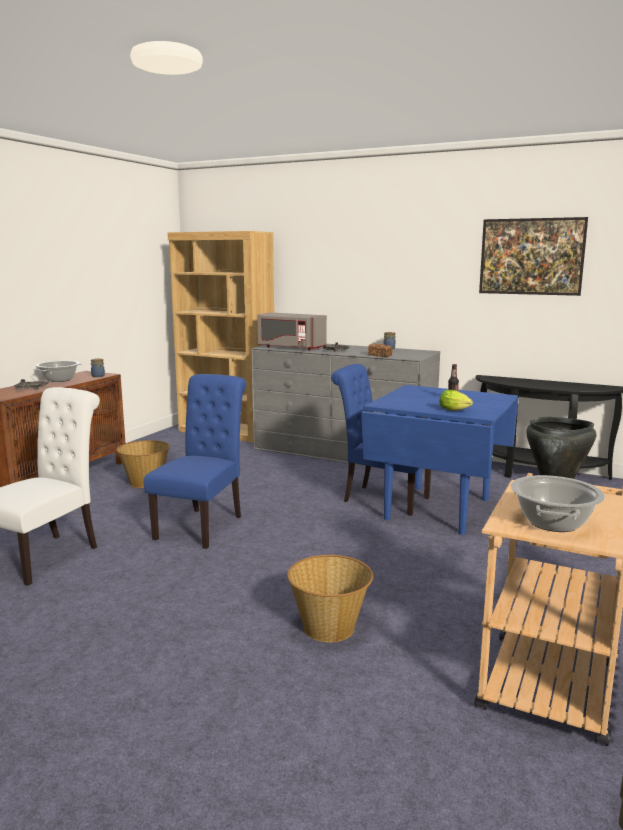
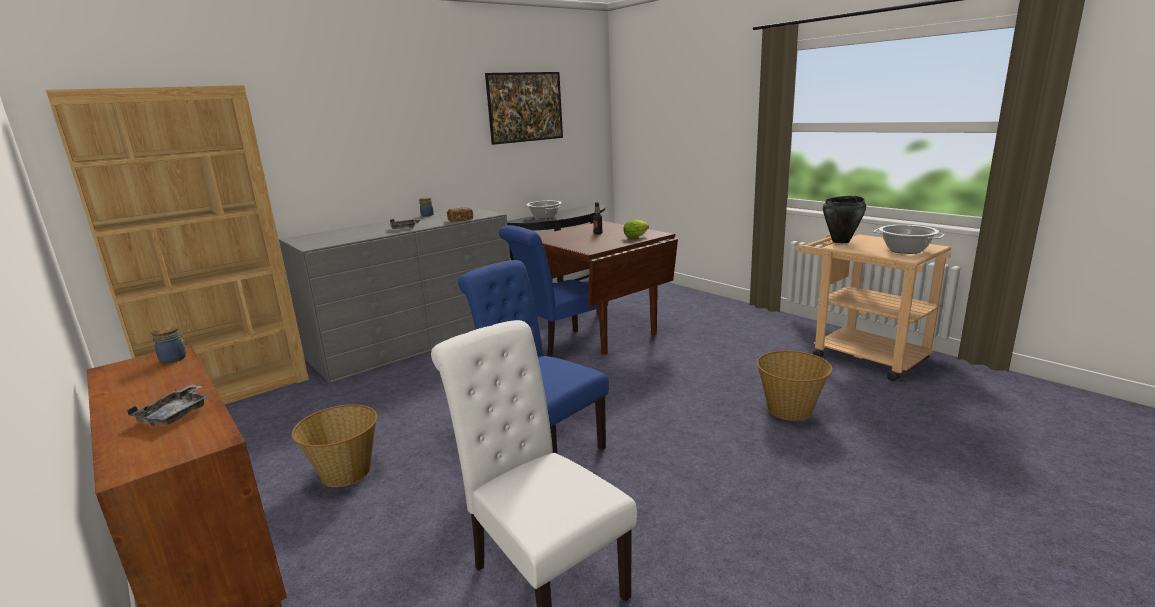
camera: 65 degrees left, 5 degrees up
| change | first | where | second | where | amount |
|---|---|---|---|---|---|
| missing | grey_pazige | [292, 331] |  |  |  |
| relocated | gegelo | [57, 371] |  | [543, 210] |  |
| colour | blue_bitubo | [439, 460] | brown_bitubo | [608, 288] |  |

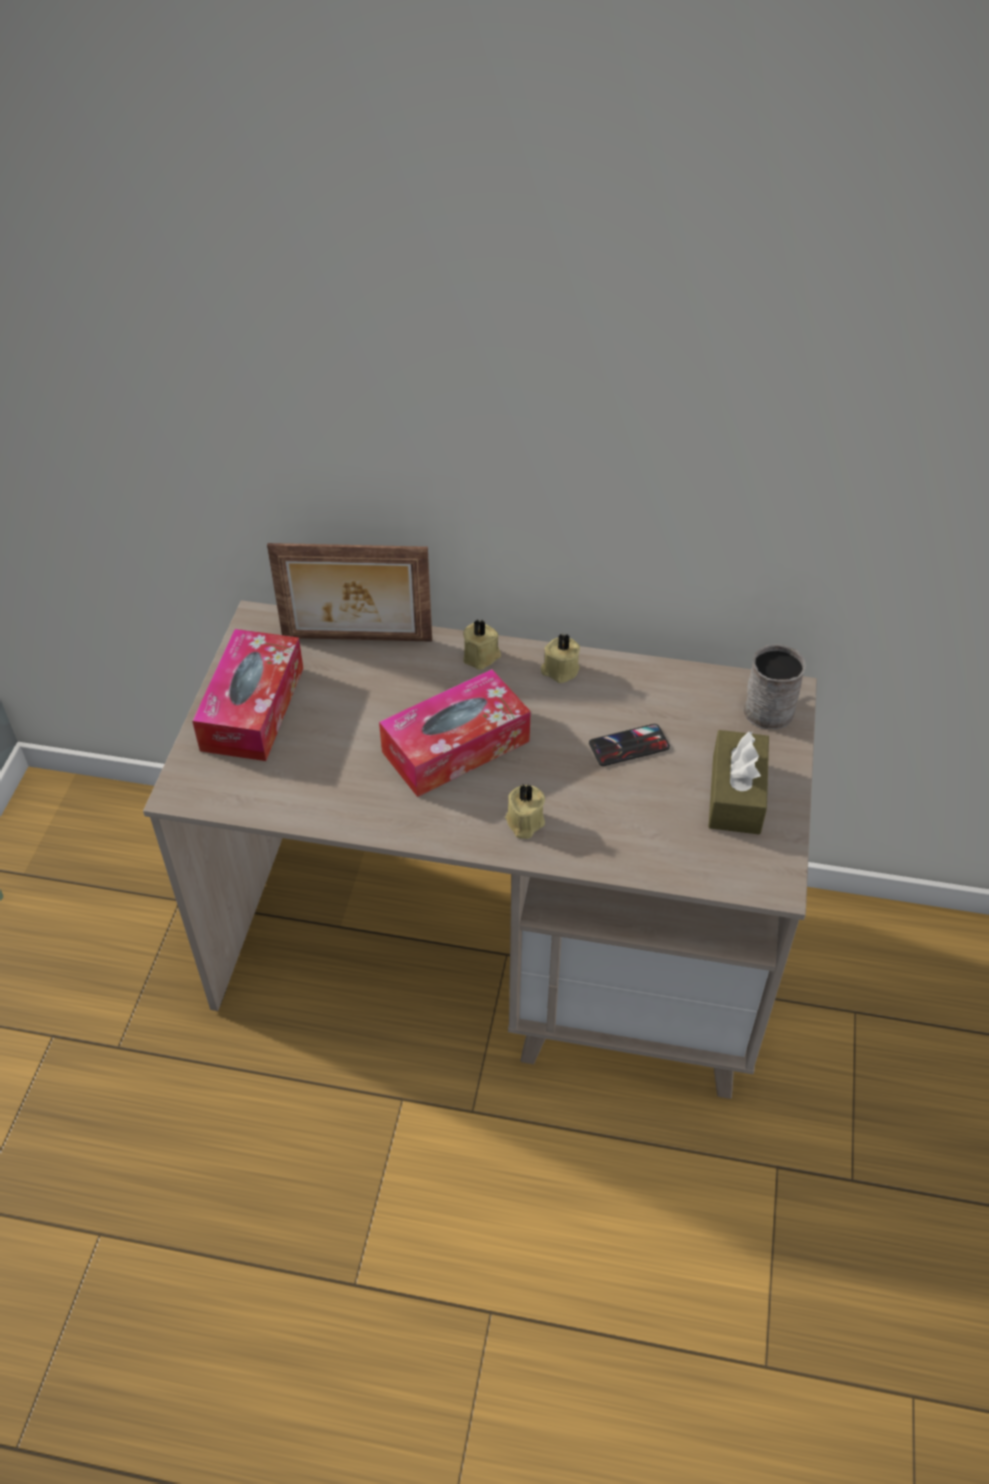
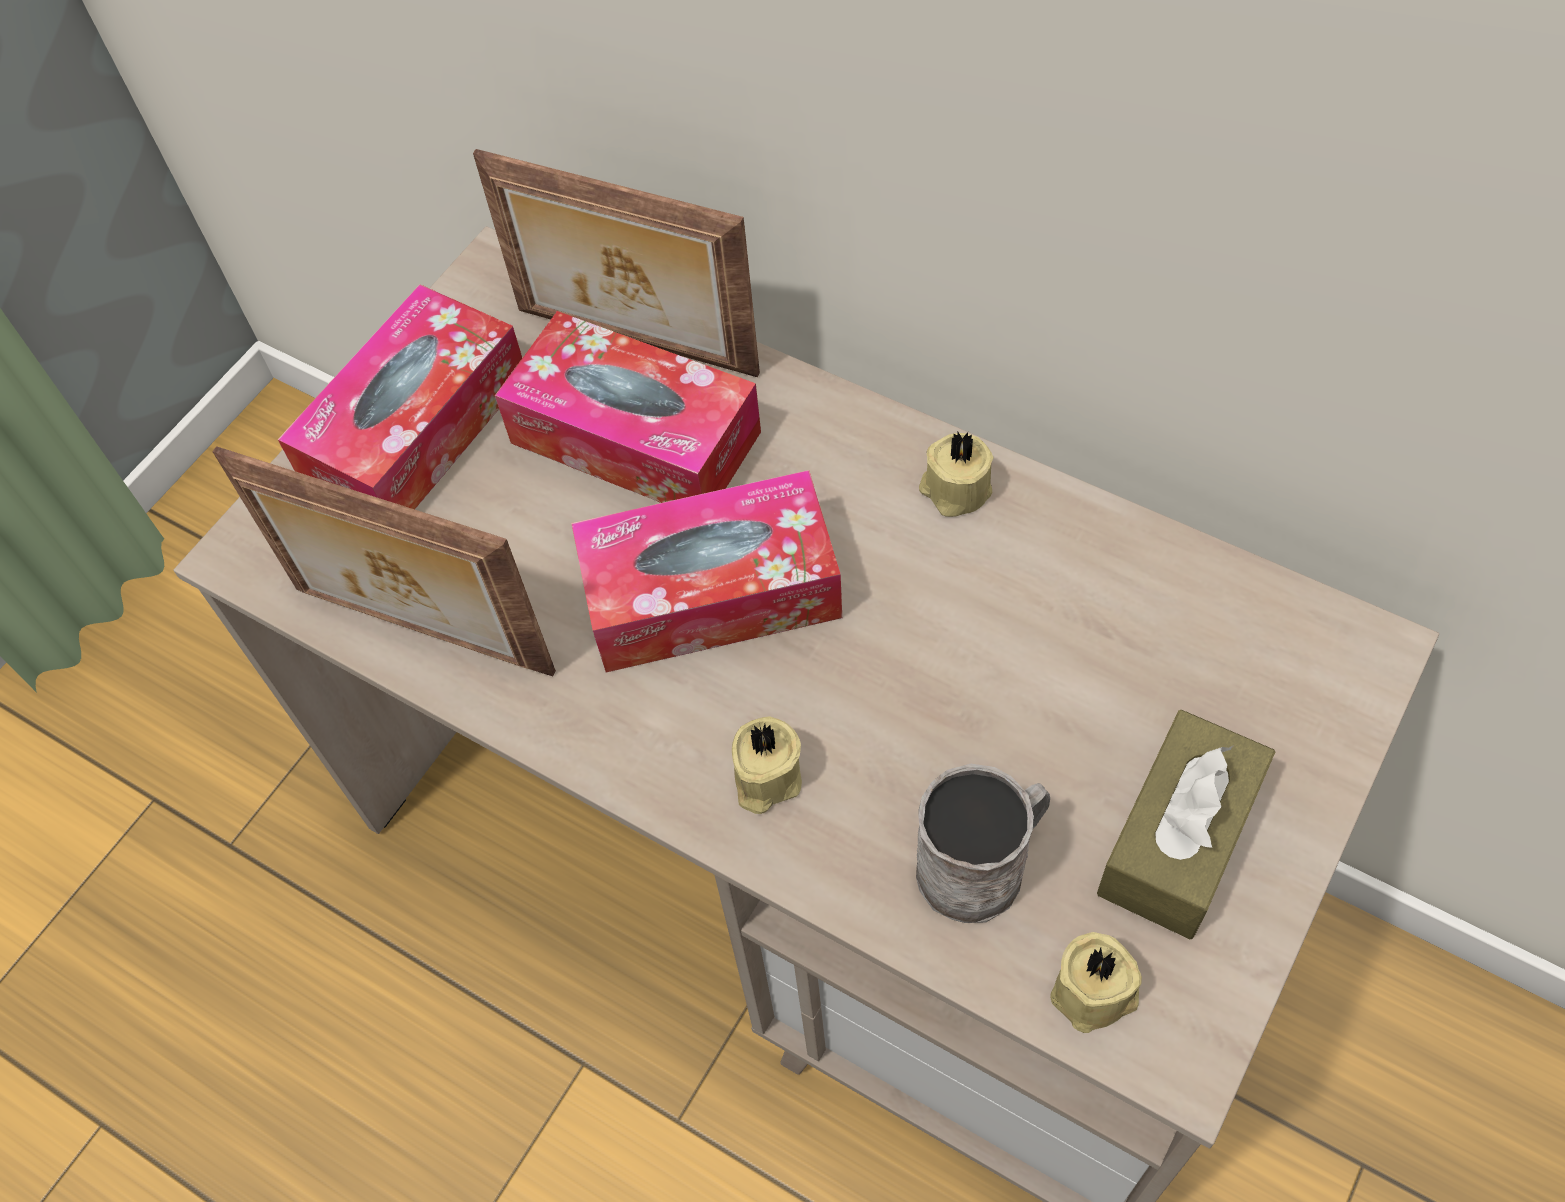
camera: 25 degrees right, 10 degrees up
| change | first | where | second | where | amount |
|---|---|---|---|---|---|
| missing | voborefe | [629, 745] |  |  |  |
| appeared |  |  | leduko | [384, 561] |  |
| appeared |  |  | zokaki | [628, 407] |  |
| relocated | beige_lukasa | [482, 644] |  | [1096, 982] |  |
| relocated | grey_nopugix | [774, 686] |  | [983, 843] |  |

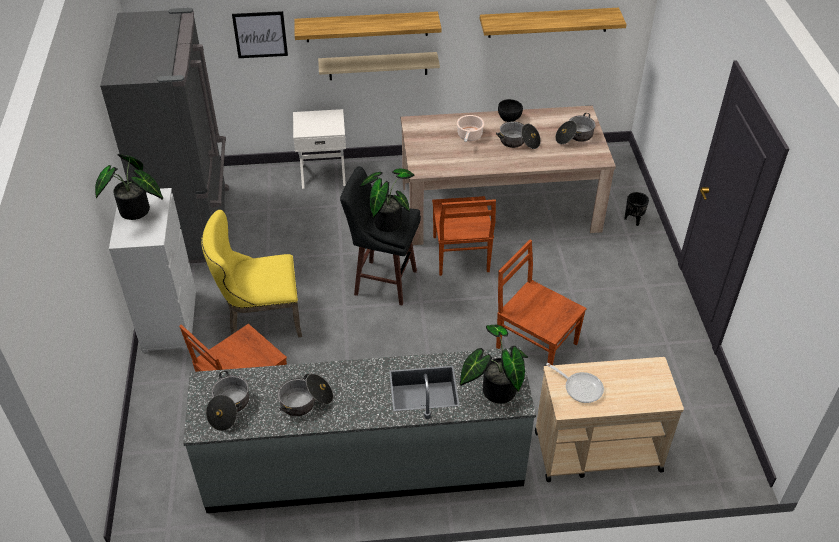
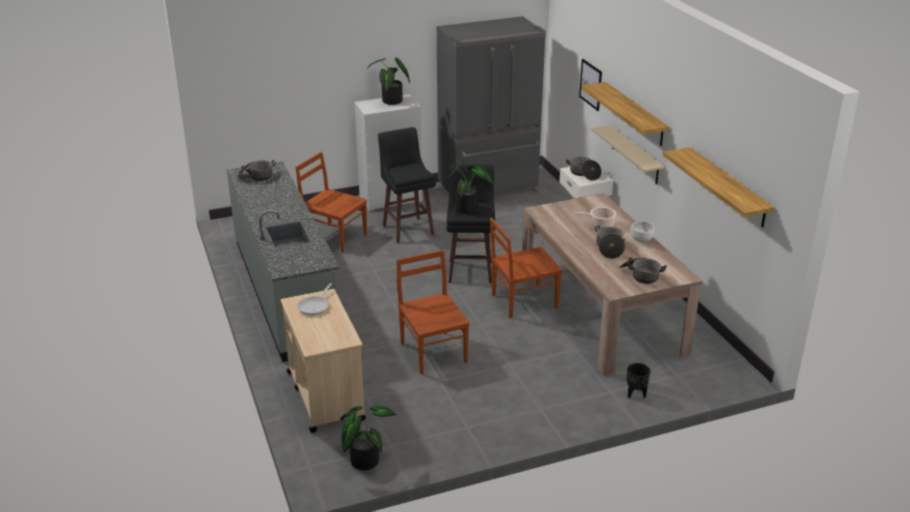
camera: 75 degrees right, 15 degrees down
| change | first | where | second | where | amount |
|---|---|---|---|---|---|
| relocated | gegelo | [305, 395] |  | [584, 169] |  |
| relocated | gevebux | [494, 364] |  | [368, 437] |  |
| exchanged | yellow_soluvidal | [251, 273] | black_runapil | [407, 185] |  |
| colour | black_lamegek | [510, 110] | white_lamegek | [642, 232] |  |
| spun | brown_soluvidal | [541, 303] |  | [433, 312] | 45 degrees counterclockwise |

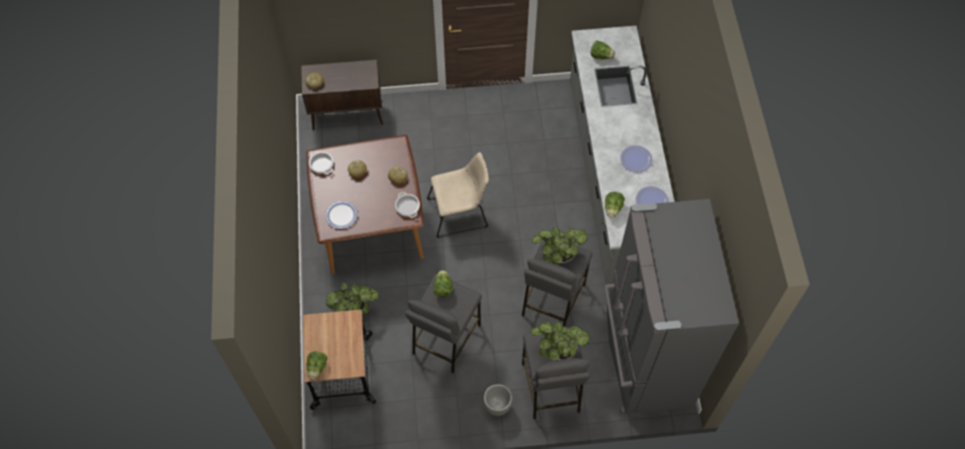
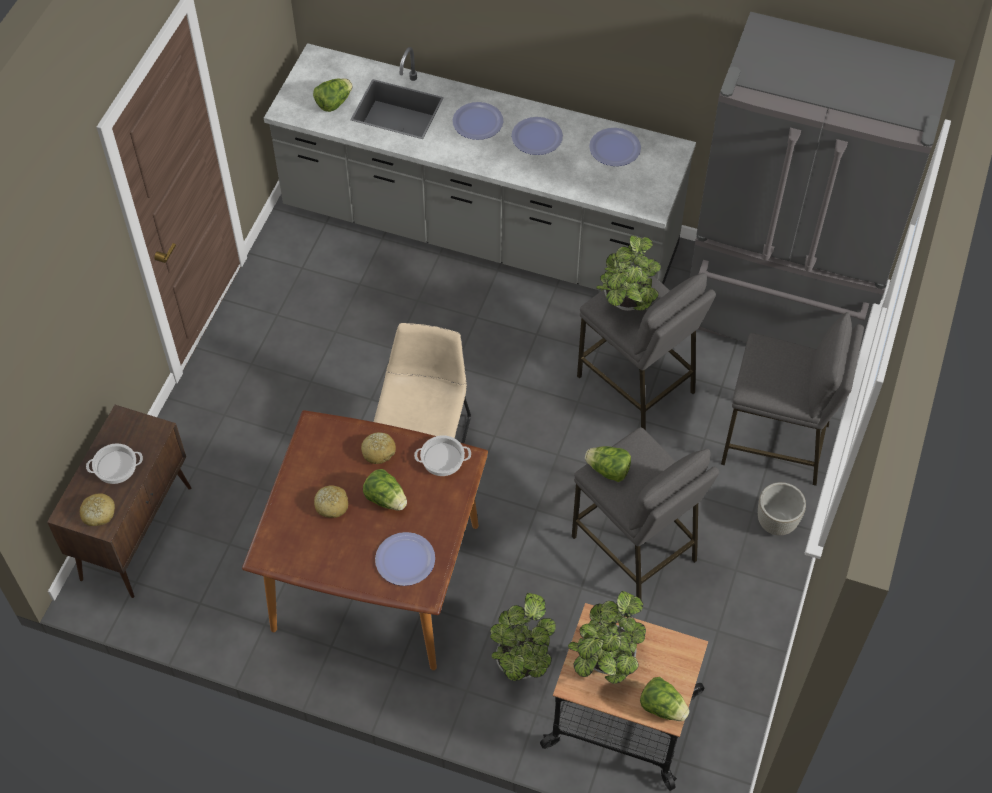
camera: 65 degrees left, 5 degrees down
| change | first | where | second | where | amount |
|---|---|---|---|---|---|
| appeared |  |  | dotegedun | [478, 121] |  |
| relocated | gegelo | [321, 162] |  | [114, 463] |  |
| relocated | gevebux | [560, 341] |  | [607, 637] |  |
| relocated | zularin | [615, 205] |  | [385, 489] |  |

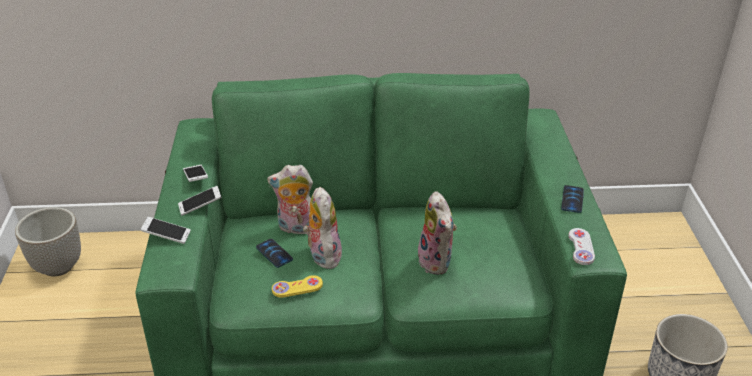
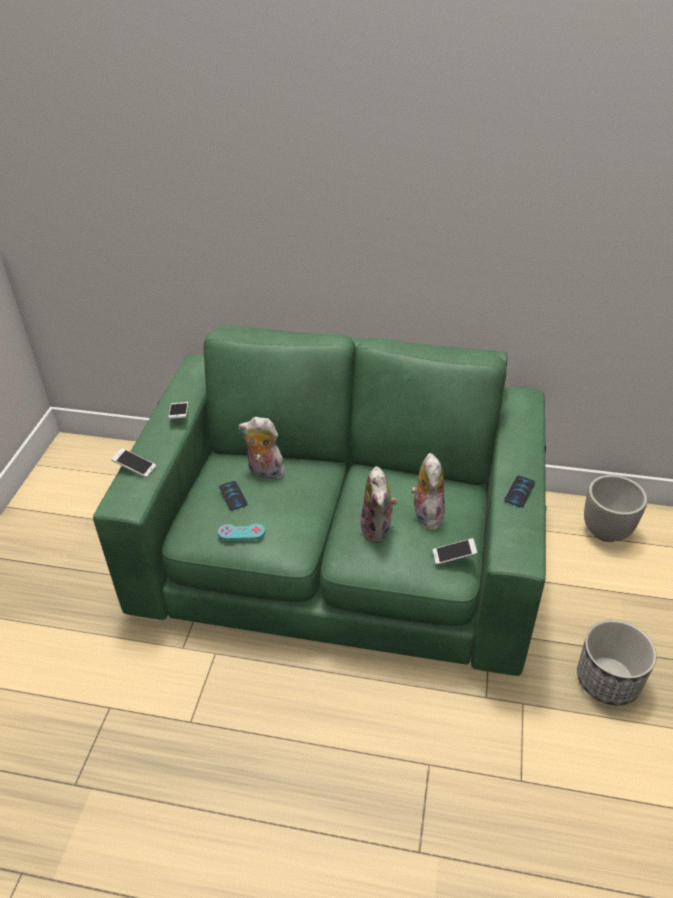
camera: 15 degrees right, 5 degrees up
| change | first | where | second | where | amount |
|---|---|---|---|---|---|
| missing | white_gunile | [581, 246] |  |  |  |
| relocated | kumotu | [48, 242] |  | [615, 508] |  |
| relocated | voborefe | [200, 201] |  | [455, 551] |  |
| relocated | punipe | [322, 228] |  | [428, 491] |  |
| colour | yellow_gunile | [297, 286] | turquoise_gunile | [241, 532] |  |

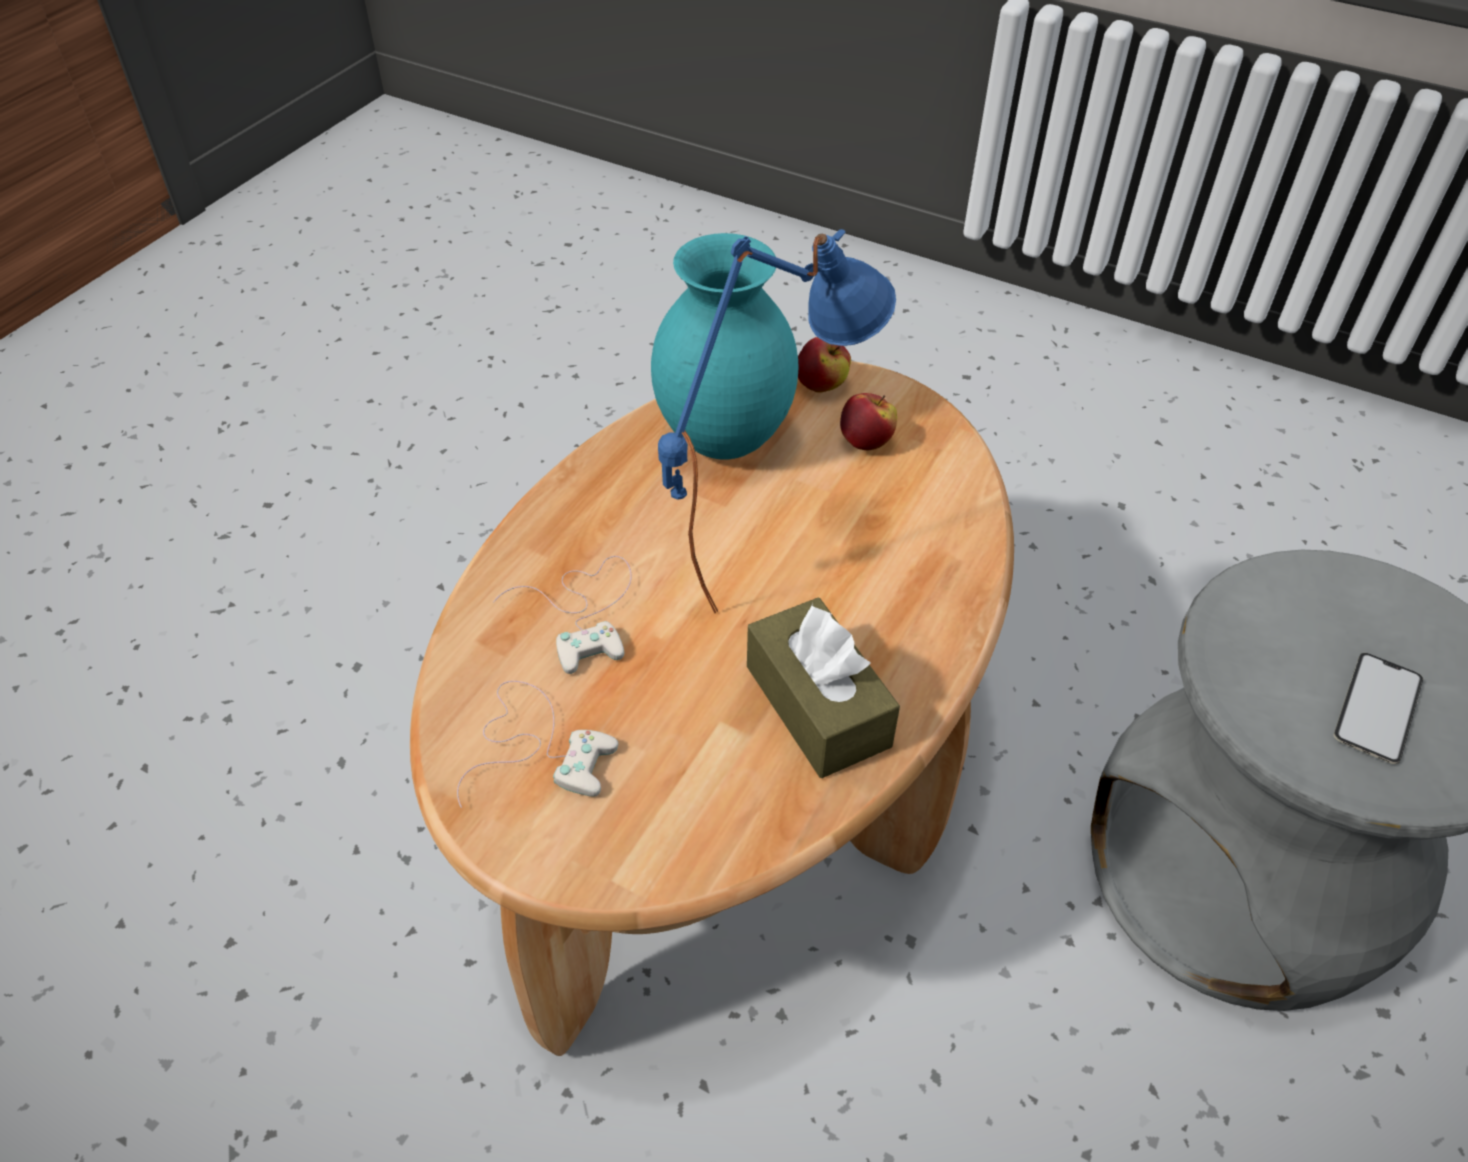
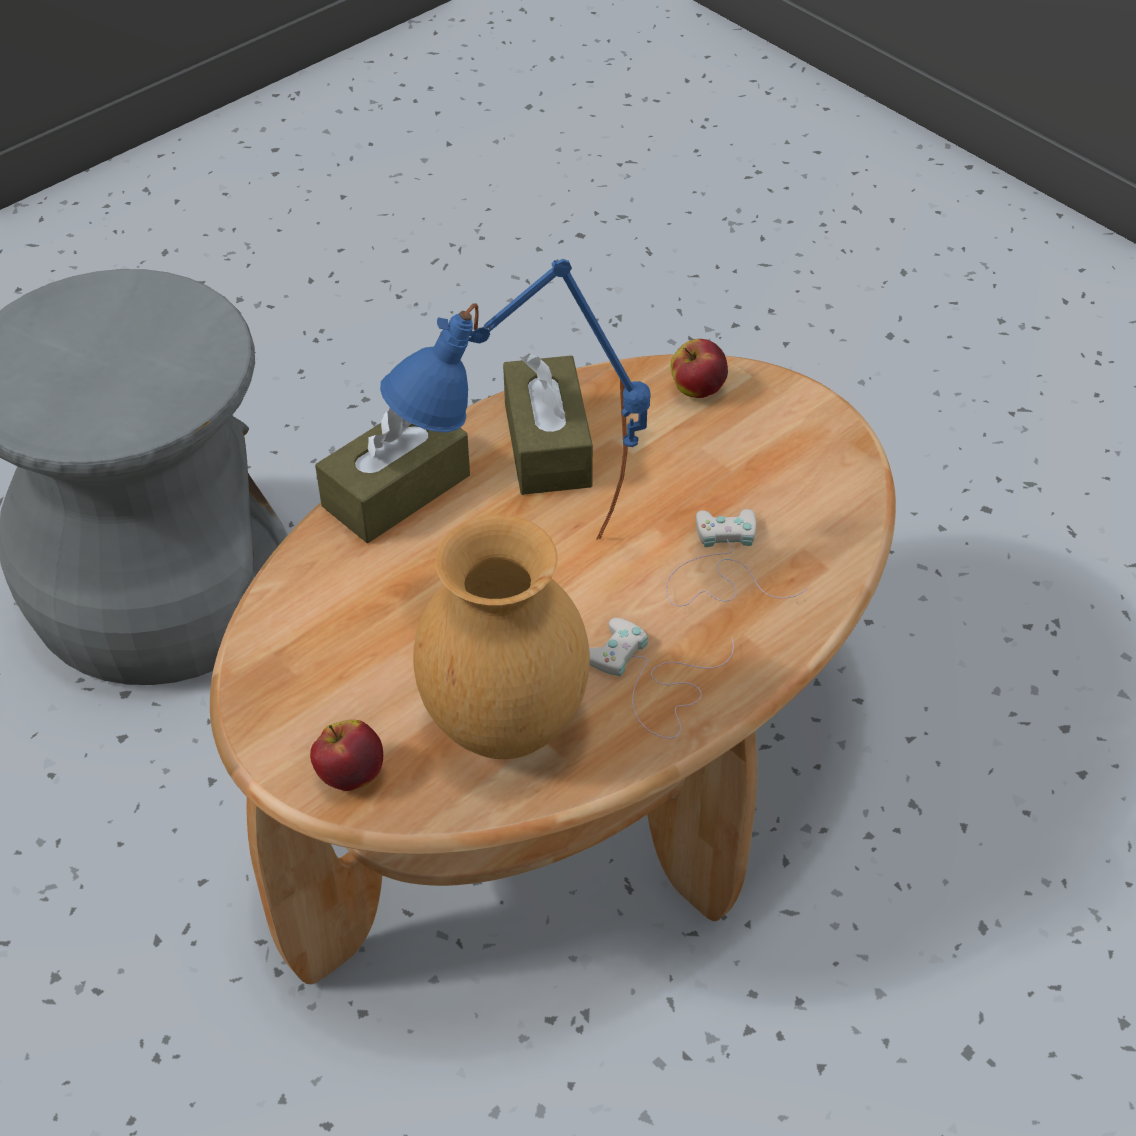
camera: 160 degrees left, 0 degrees up
| change | first | where | second | where | amount |
|---|---|---|---|---|---|
| missing | voborefe | [1378, 708] |  |  |  |
| appeared |  |  | brown_zokaki | [392, 475] |  |
| relocated | white_gunile | [537, 744] |  | [661, 678] |  |
| relocated | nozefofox | [868, 421] |  | [699, 368] |  |
| colour | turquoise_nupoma | [724, 346] | brown_nupoma | [501, 637] |  |

